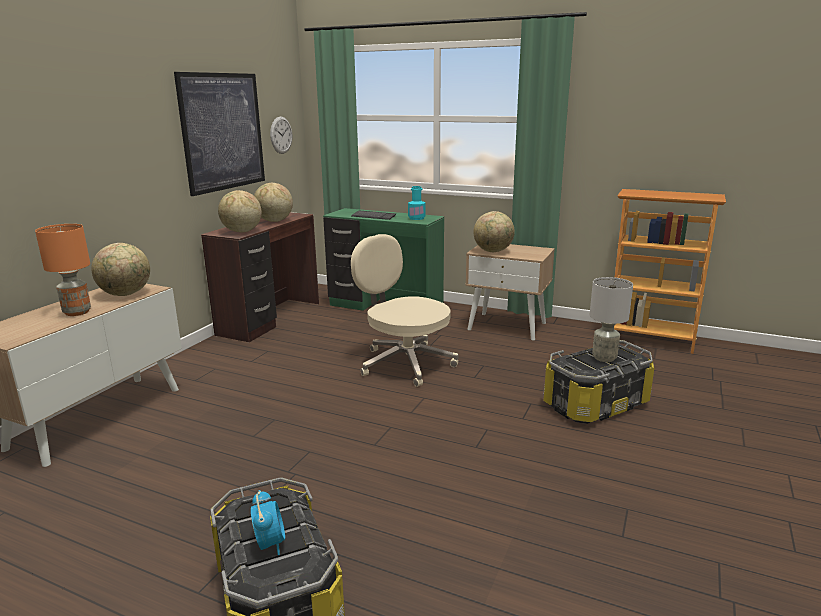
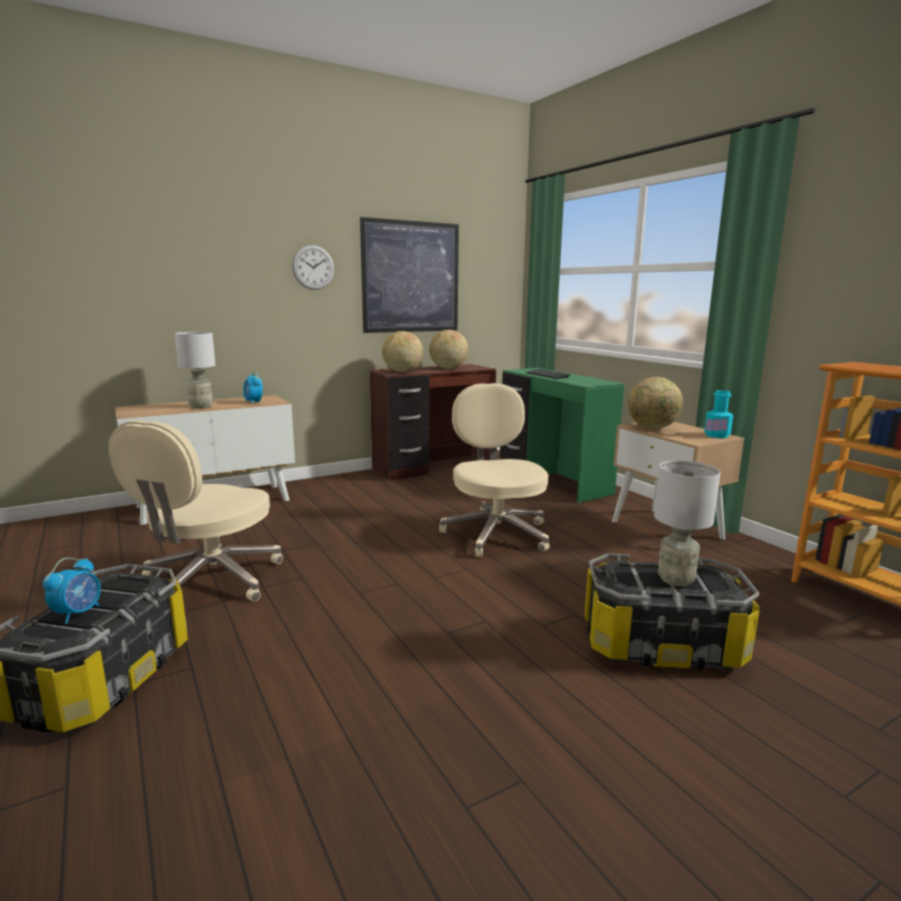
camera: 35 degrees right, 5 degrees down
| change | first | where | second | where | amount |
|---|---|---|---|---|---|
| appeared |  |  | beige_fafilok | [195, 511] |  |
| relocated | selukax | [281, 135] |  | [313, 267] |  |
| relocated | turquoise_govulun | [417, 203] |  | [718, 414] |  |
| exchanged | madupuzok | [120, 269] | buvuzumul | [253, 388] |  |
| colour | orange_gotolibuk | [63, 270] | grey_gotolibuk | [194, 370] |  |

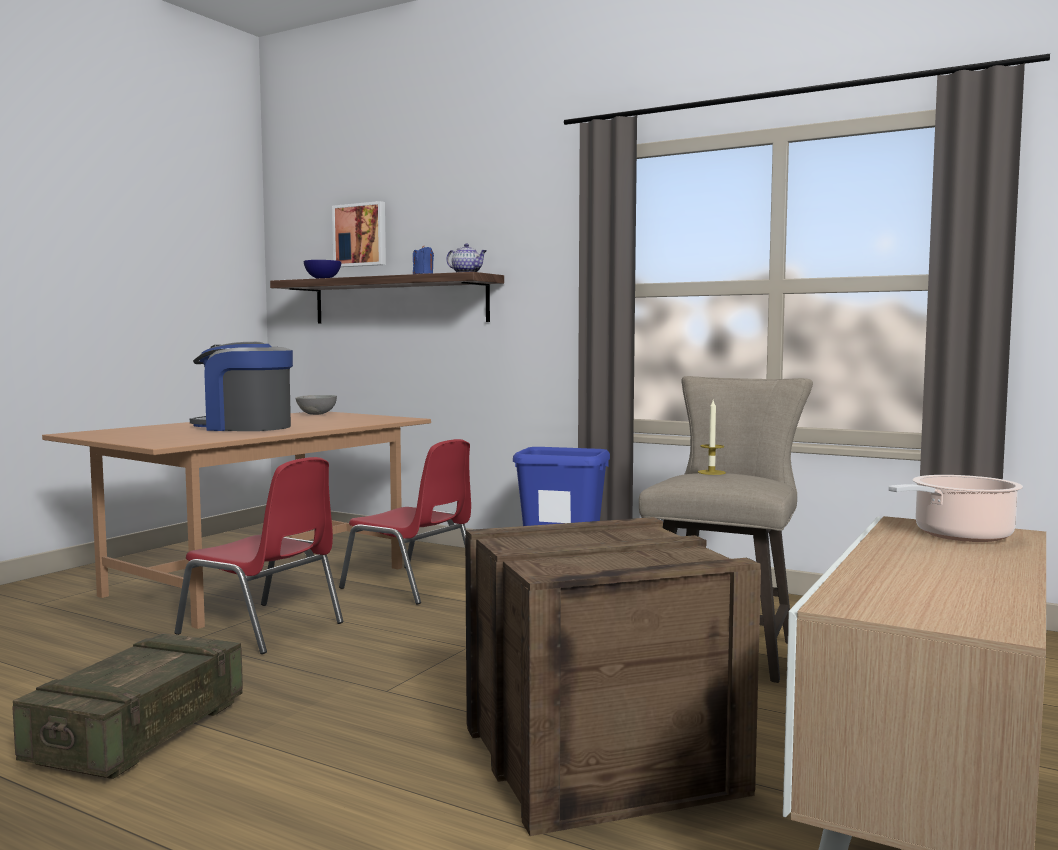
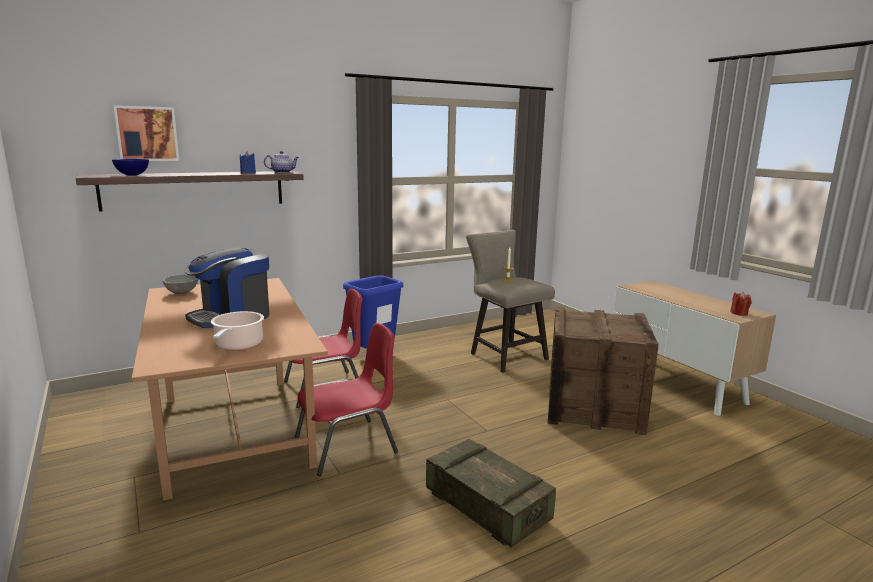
camera: 60 degrees left, 10 degrees up
| change | first | where | second | where | amount |
|---|---|---|---|---|---|
| appeared |  |  | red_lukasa | [740, 304] |  |
| relocated | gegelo | [955, 508] |  | [237, 330] |  |

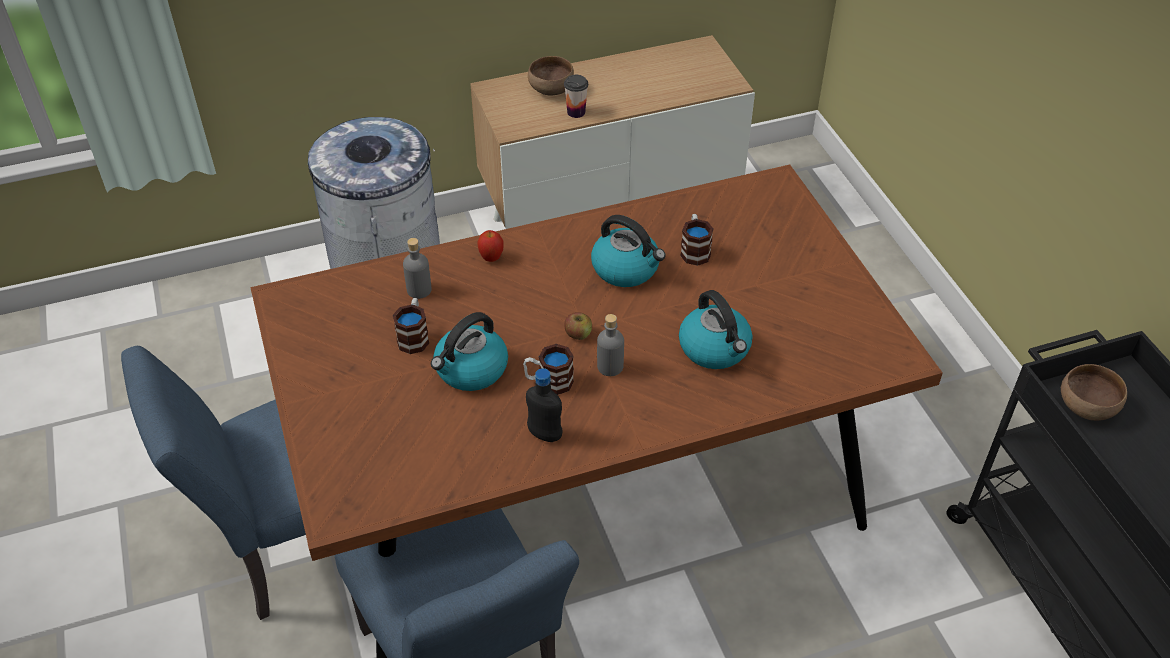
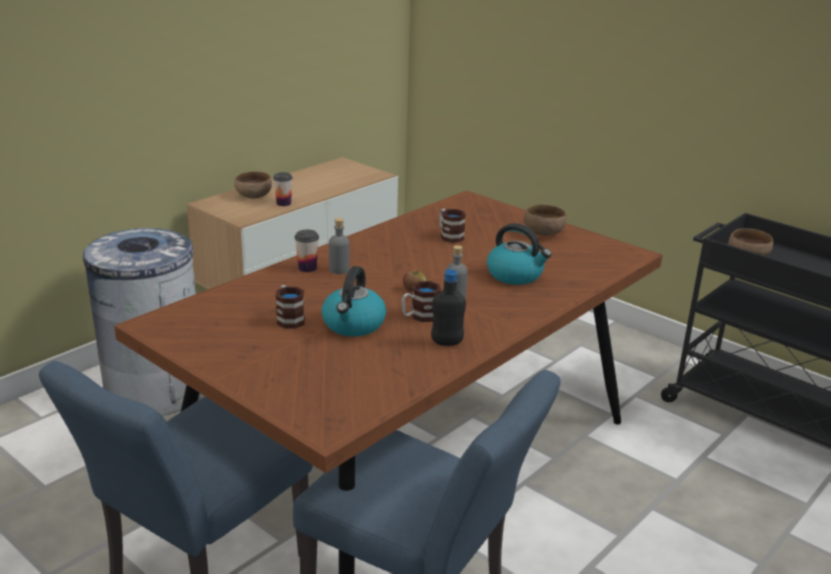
camera: 30 degrees left, 20 degrees down
| change | first | where | second | where | amount |
|---|---|---|---|---|---|
| missing | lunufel | [628, 251] |  |  |  |
| appeared |  |  | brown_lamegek | [545, 220] |  |
| relocated | grey_govulun | [417, 268] |  | [339, 246] |  |
| exchanged | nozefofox | [490, 246] | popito | [307, 251] |  |

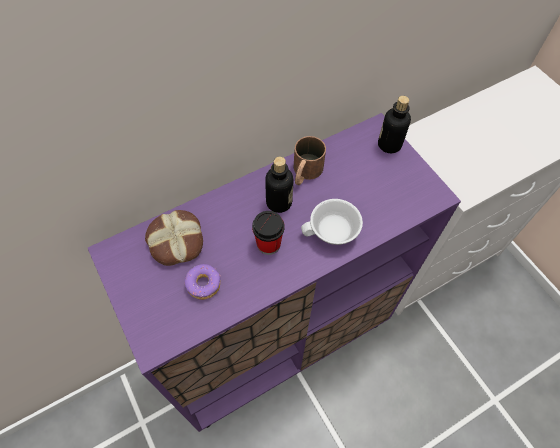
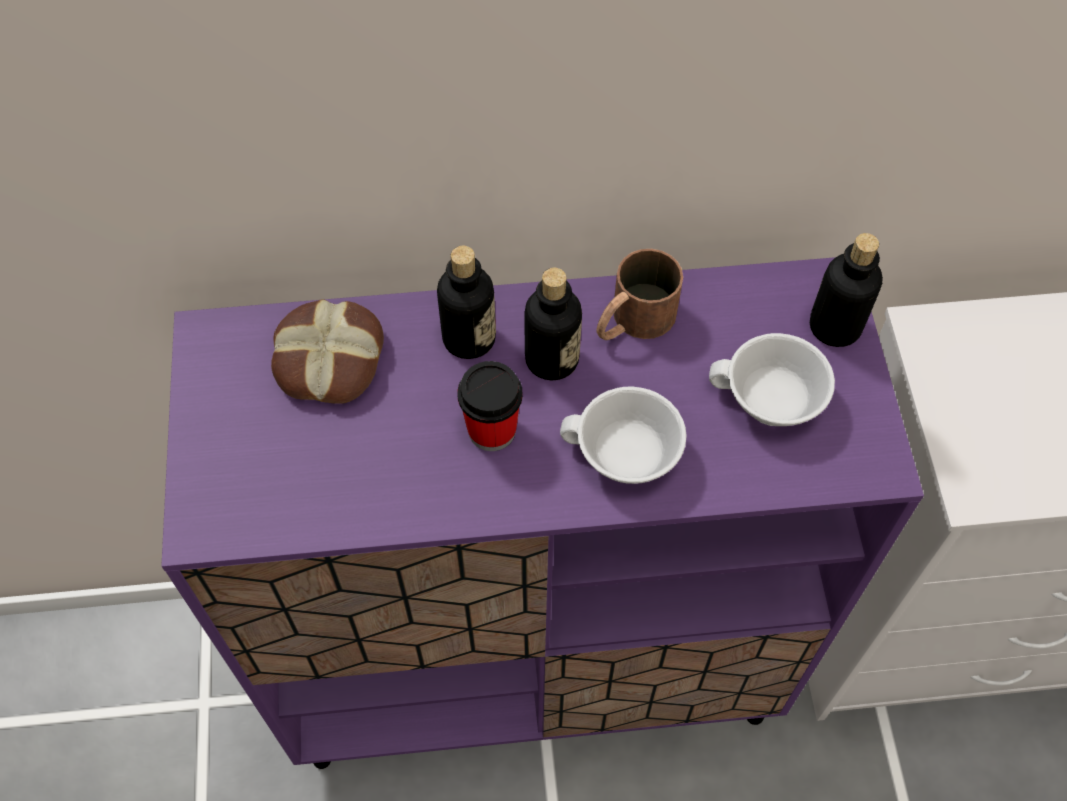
camera: 25 degrees right, 0 degrees up
| change | first | where | second | where | amount |
|---|---|---|---|---|---|
| missing | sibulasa | [203, 282] |  |  |  |
| appeared |  |  | govulun | [466, 302] |  |
| appeared |  |  | white_popito | [772, 379] |  |

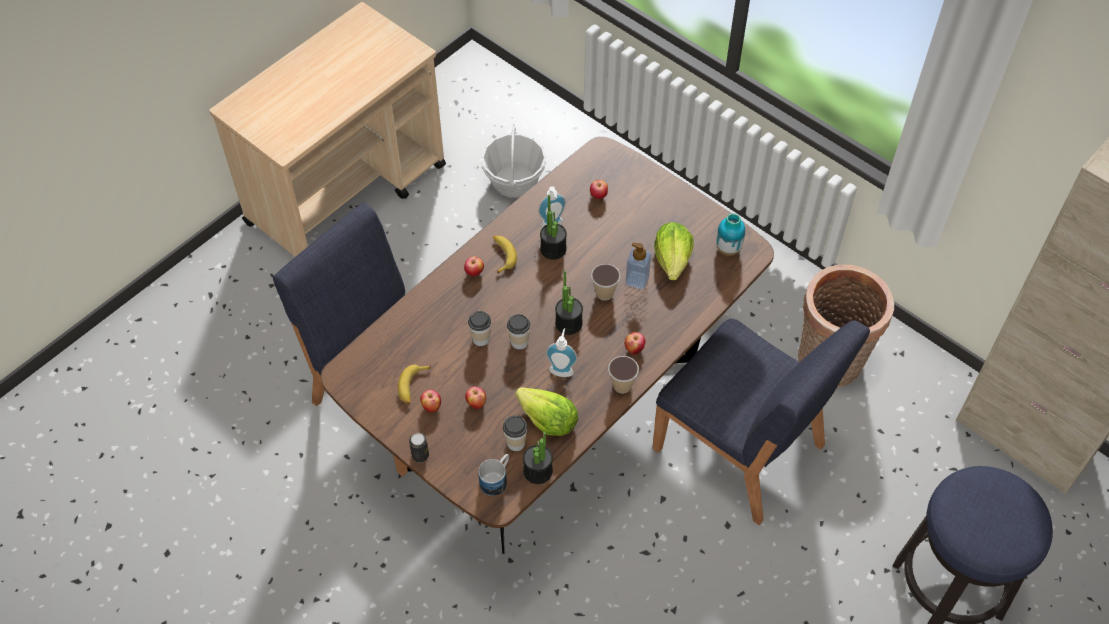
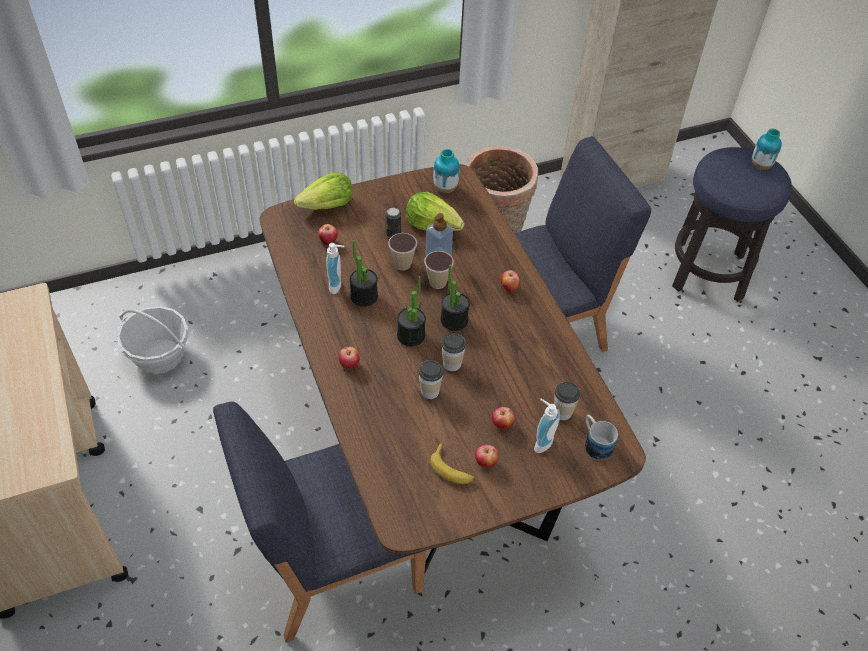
camera: 65 degrees left, 5 degrees down
| change | first | where | second | where | amount |
|---|---|---|---|---|---|
| missing | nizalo | [505, 255] |  |  |  |
| appeared |  |  | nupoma | [767, 149] |  |
| relocated | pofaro | [419, 448] |  | [393, 223] |  |
| relocated | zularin | [546, 411] |  | [323, 191] |  |
| relocated | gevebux | [538, 458] |  | [411, 311] |  |
| relocated | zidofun | [562, 352] |  | [547, 426] |  |
| relocated | popito | [623, 375] |  | [402, 252] |  |

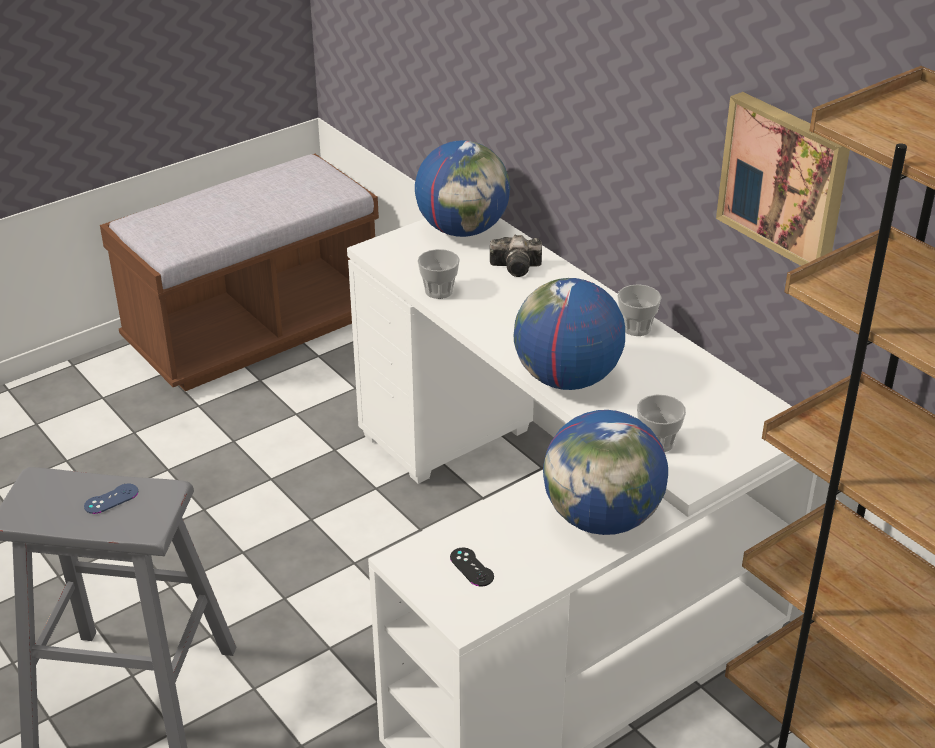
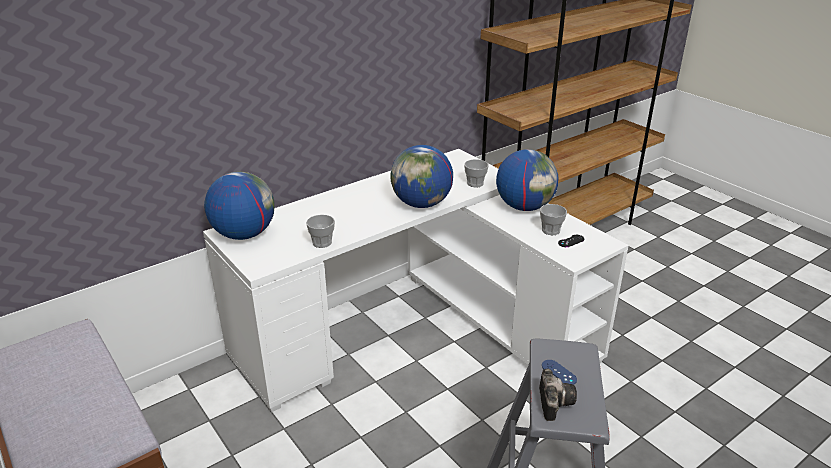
camera: 90 degrees left, 5 degrees down
| change | first | where | second | where | amount |
|---|---|---|---|---|---|
| missing | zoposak | [783, 179] |  |  |  |
| relocated | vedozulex | [516, 256] |  | [558, 395] |  |
| relocated | popito | [639, 310] |  | [553, 219] |  |

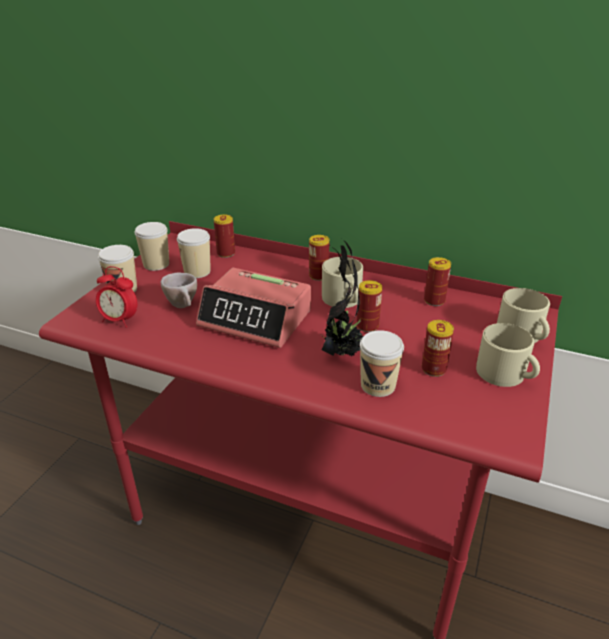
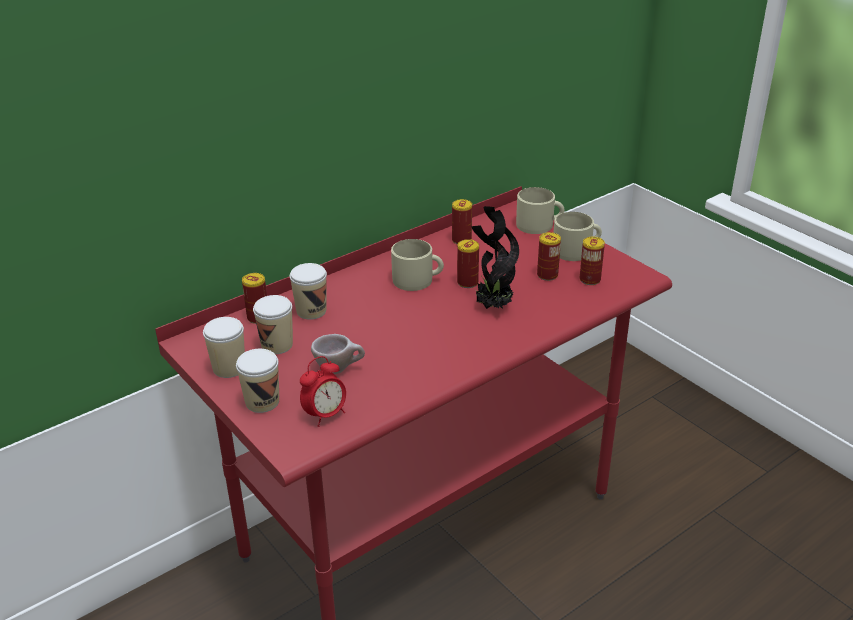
camera: 60 degrees left, 0 degrees up
| change | first | where | second | where | amount |
|---|---|---|---|---|---|
| missing | buvuzumul | [253, 308] |  |  |  |
| relocated | pofaro | [319, 258] |  | [592, 261] |  |
| relocated | popito | [382, 363] |  | [308, 291] |  |

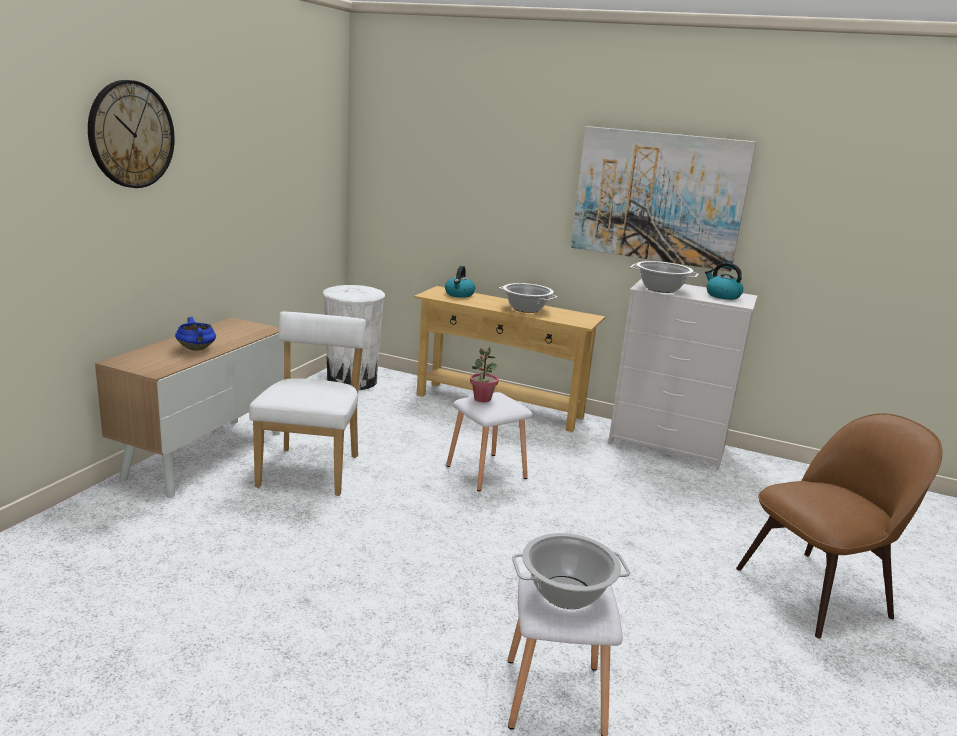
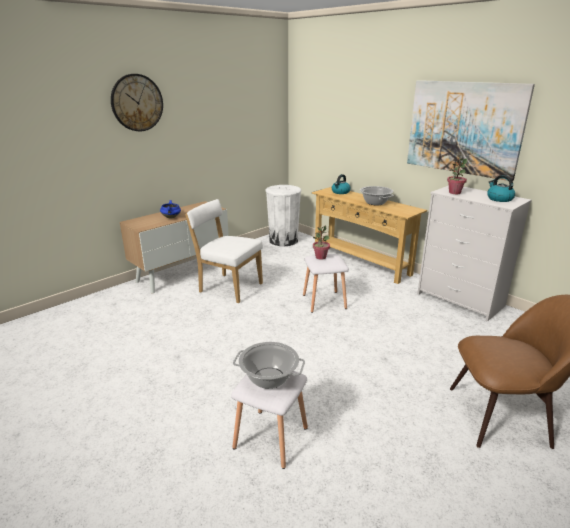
camera: 25 degrees right, 5 degrees up
| change | first | where | second | where | amount |
|---|---|---|---|---|---|
| exchanged | gegelo | [664, 277] | gevebux | [457, 176] |  |
| spun | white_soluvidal | [307, 404] |  | [224, 251] | 90 degrees counterclockwise |

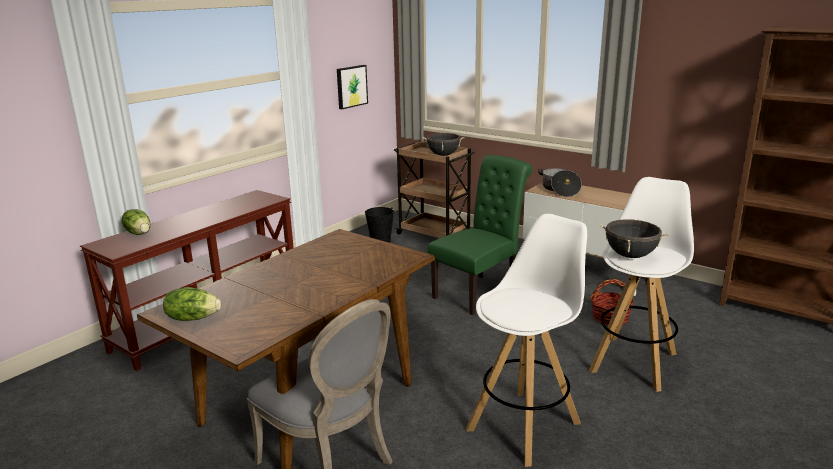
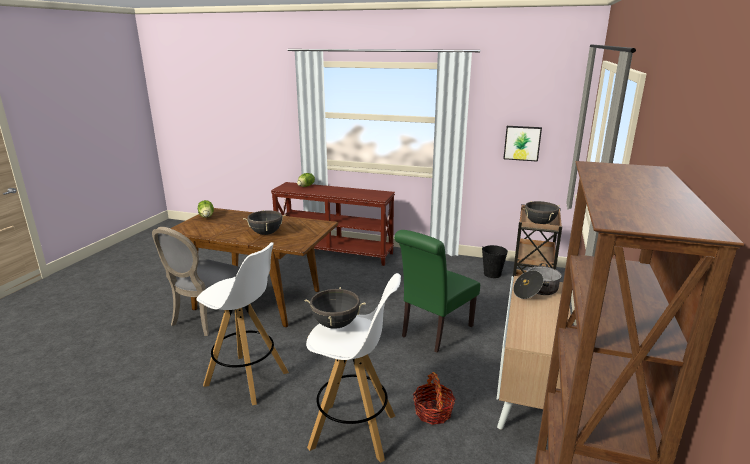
camera: 70 degrees right, 0 degrees up
| change | first | where | second | where | amount |
|---|---|---|---|---|---|
| appeared |  |  | black_gegelo | [264, 222] |  |
| spun | green_soluvidal | [480, 235] |  | [437, 291] | 105 degrees clockwise |

